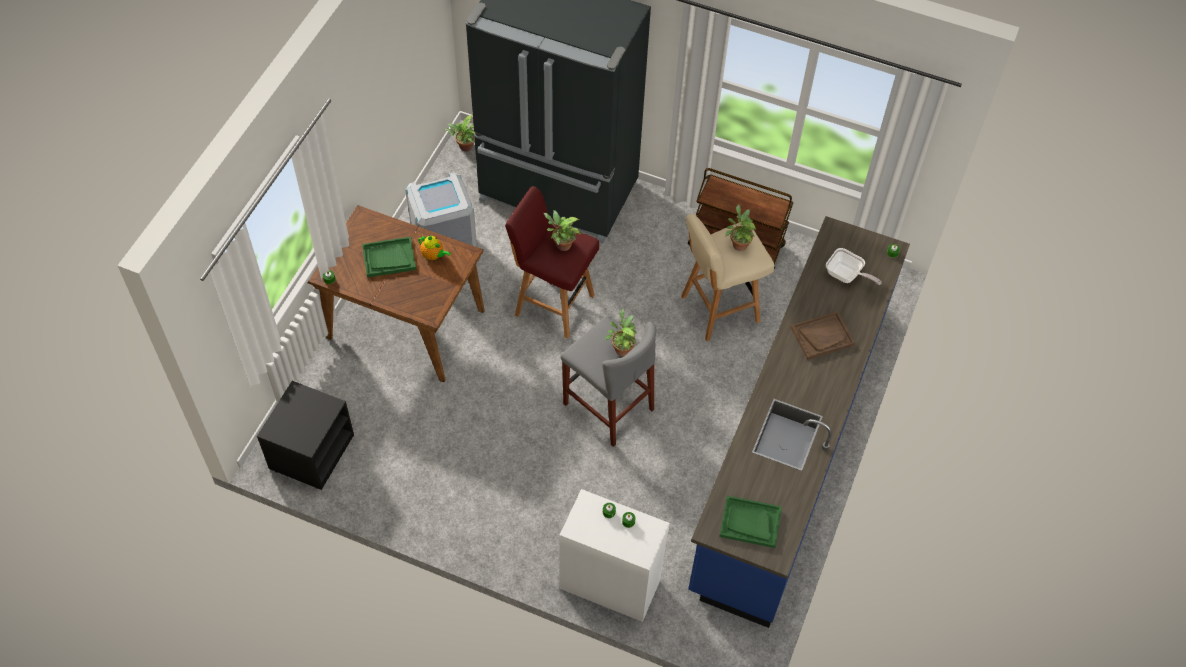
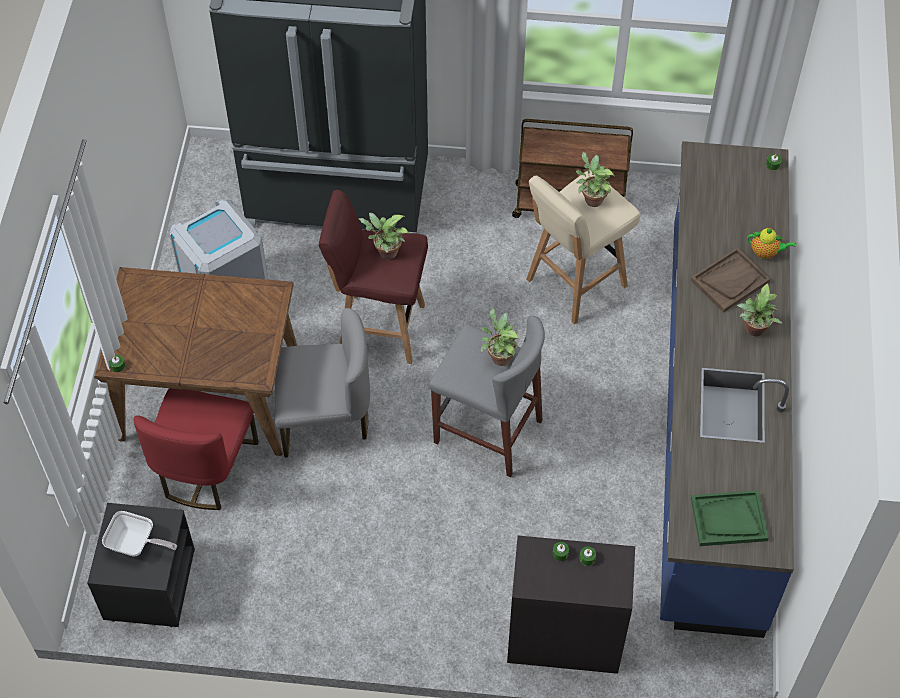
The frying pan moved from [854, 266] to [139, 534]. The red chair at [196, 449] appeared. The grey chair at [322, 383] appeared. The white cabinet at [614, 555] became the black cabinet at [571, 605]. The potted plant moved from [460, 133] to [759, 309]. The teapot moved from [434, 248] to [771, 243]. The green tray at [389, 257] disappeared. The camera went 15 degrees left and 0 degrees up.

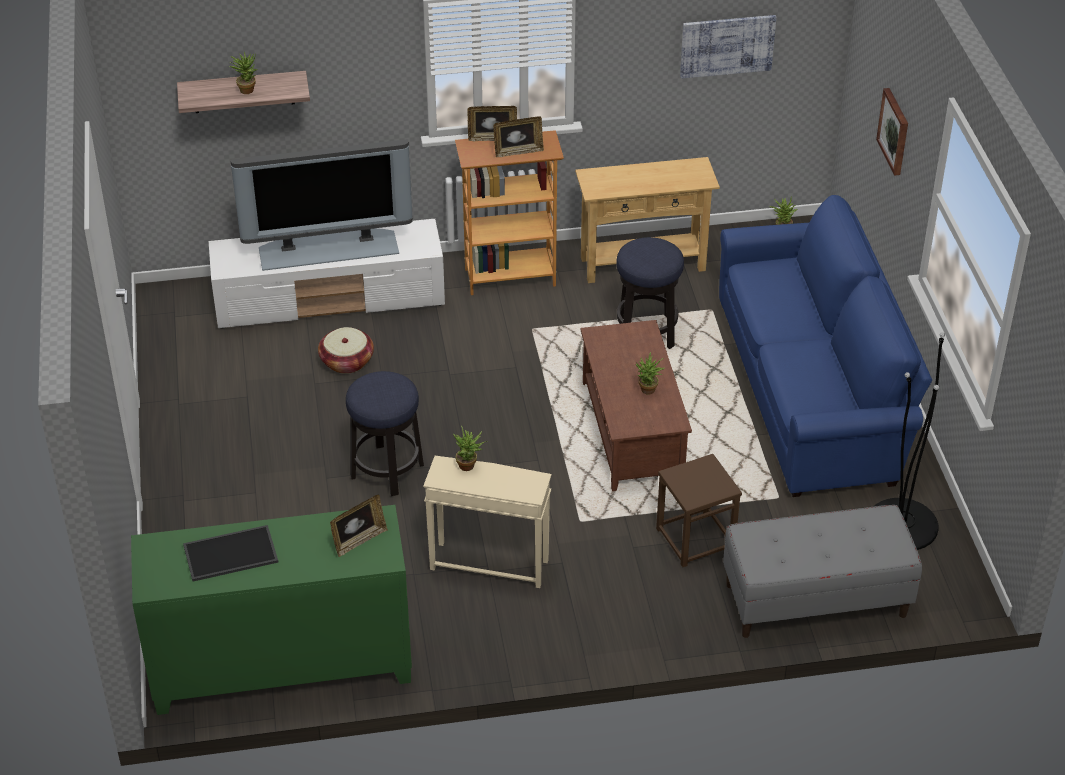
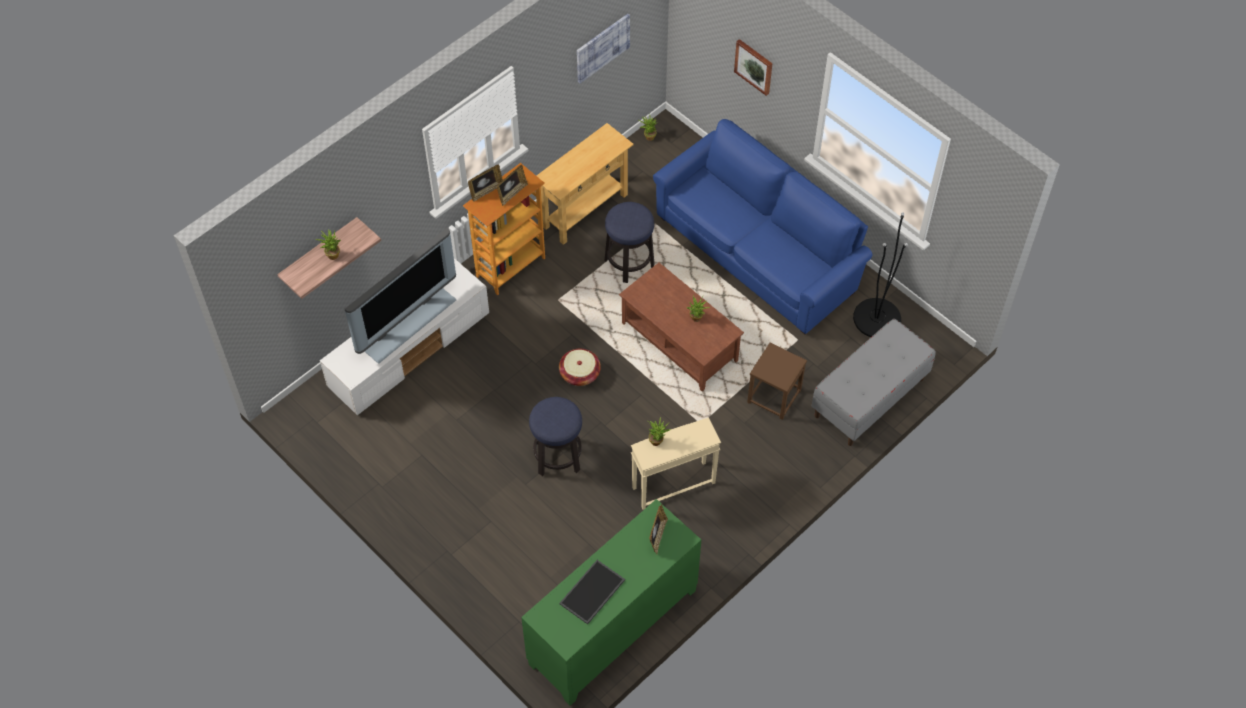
The basket moved from [346, 350] to [580, 367]. The camera went 35 degrees left and 15 degrees up.

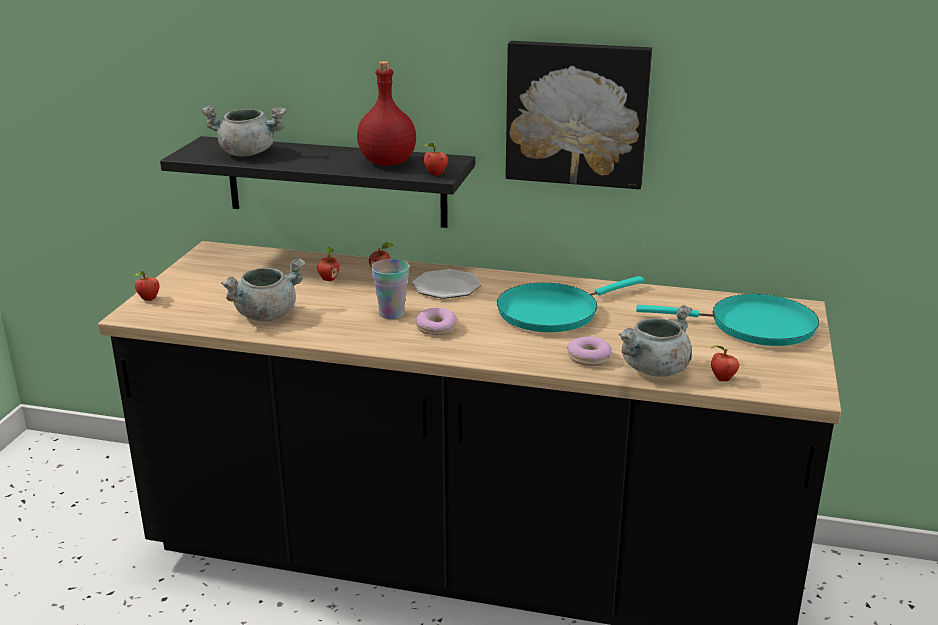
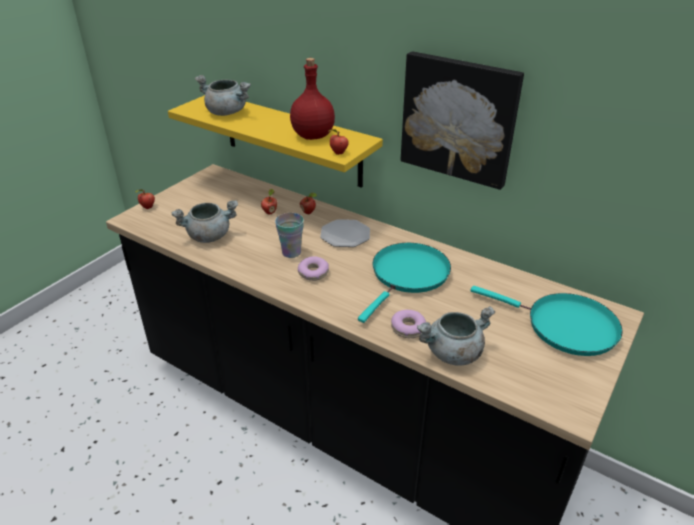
The black shelf at [317, 182] became the yellow shelf at [275, 141]. The turquoise frying pan at [570, 304] turned 135 degrees clockwise. The apple at [725, 363] disappeared. The camera went 20 degrees right and 10 degrees up.

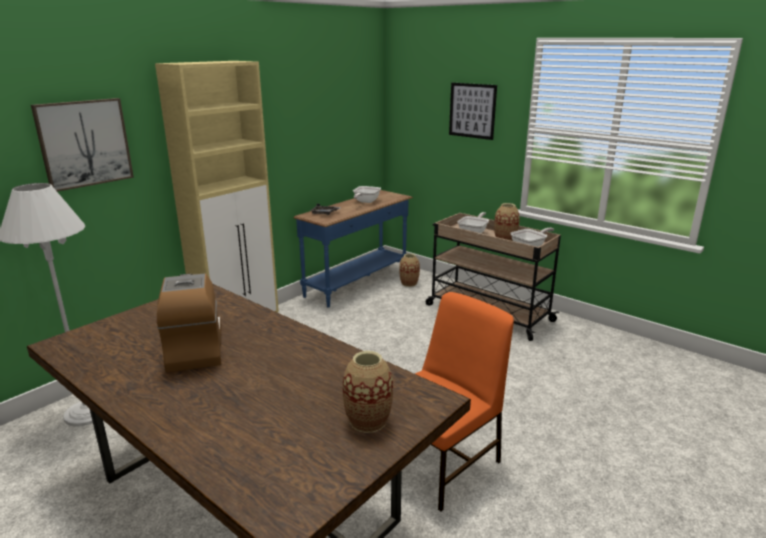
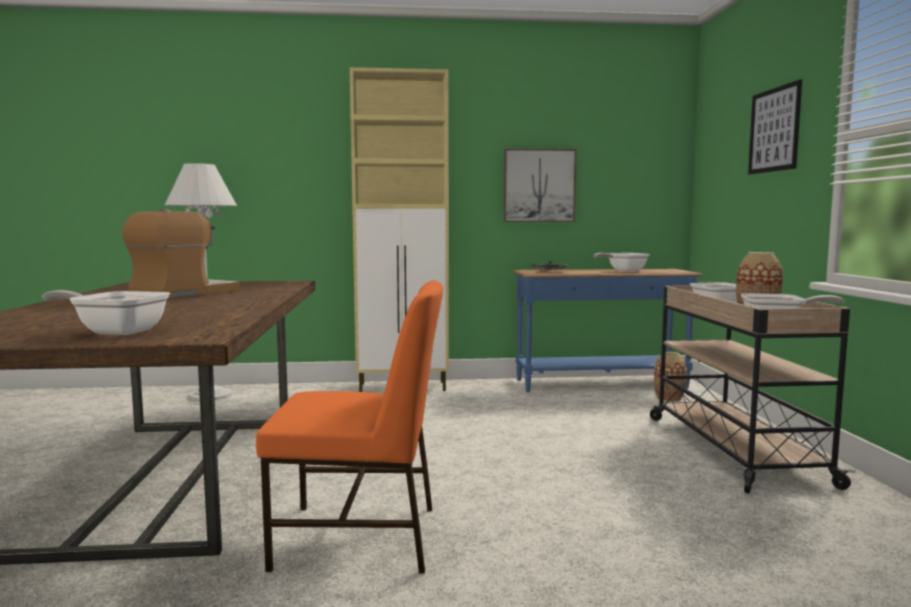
The vase at [368, 392] was replaced by the frying pan at [106, 312]. The picture moved from [82, 145] to [540, 185]. The camera went 45 degrees right and 15 degrees down.

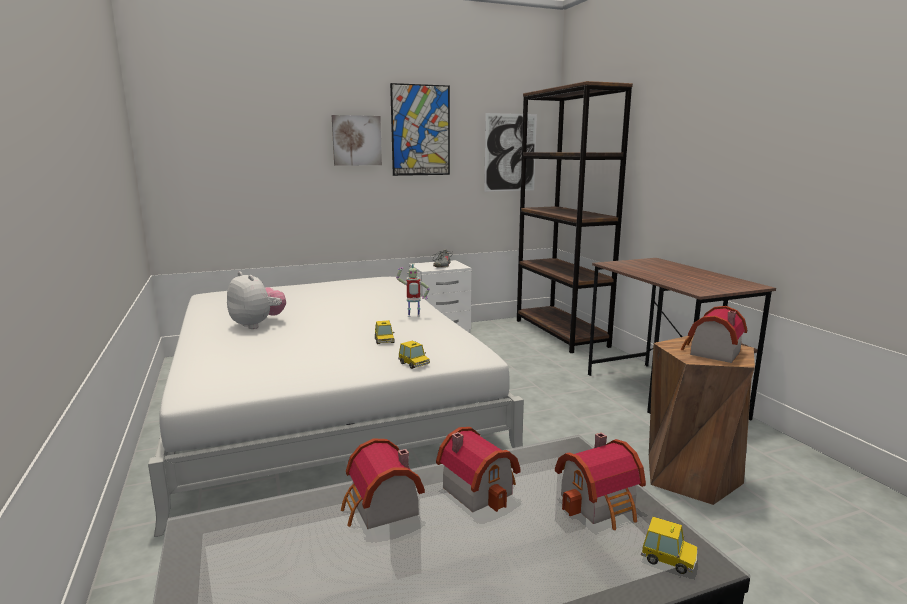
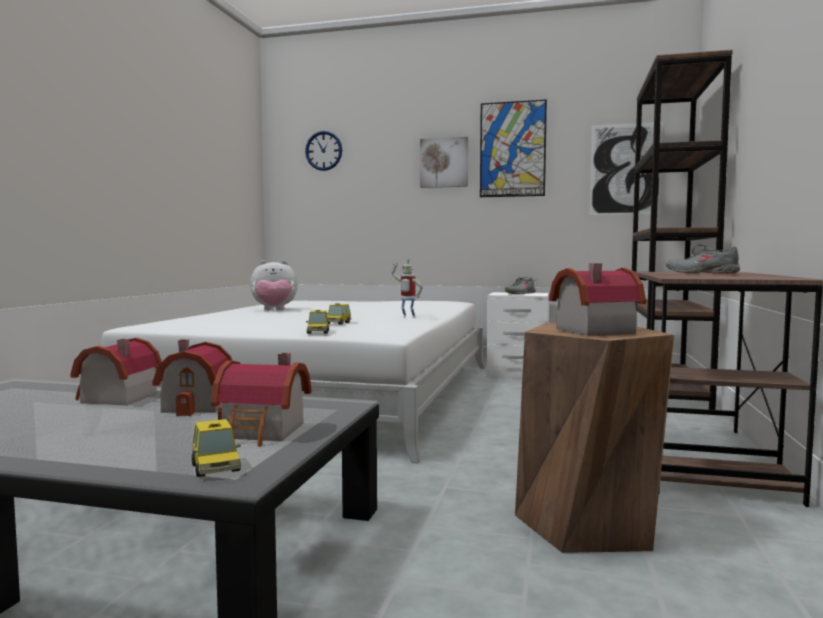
The plush toy at [256, 300] turned 90 degrees clockwise. The wall clock at [323, 151] appeared. The grey shoe at [703, 259] appeared. The camera went 35 degrees right and 10 degrees down.

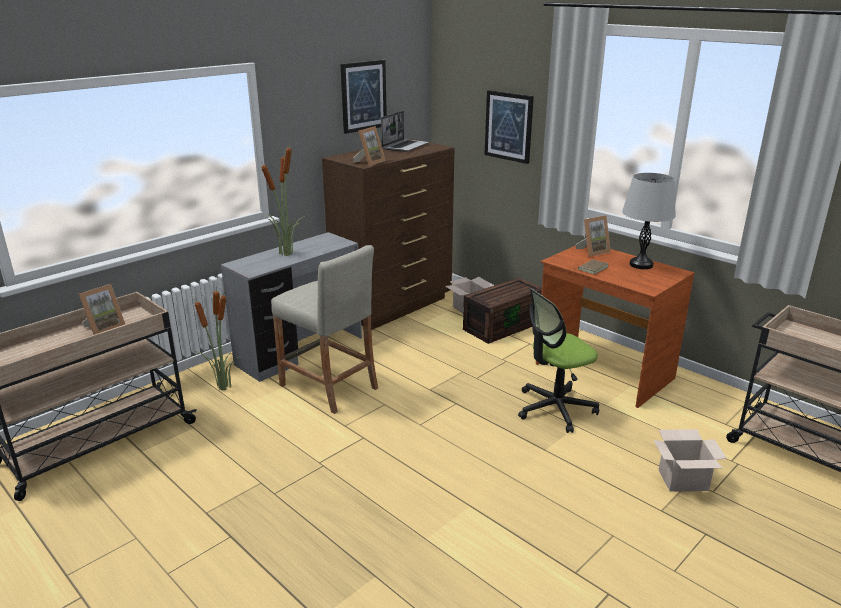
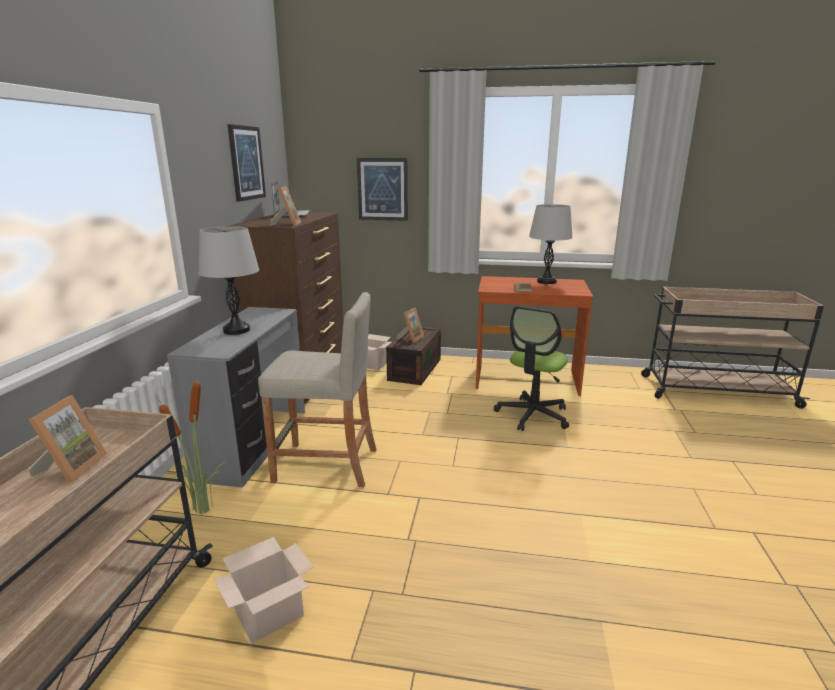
The potted plant at [283, 200] was replaced by the grey table lamp at [228, 280]. The cardboard box moved from [690, 460] to [263, 590]. The picture frame moved from [593, 236] to [410, 325]. The camera went 35 degrees left and 5 degrees down.

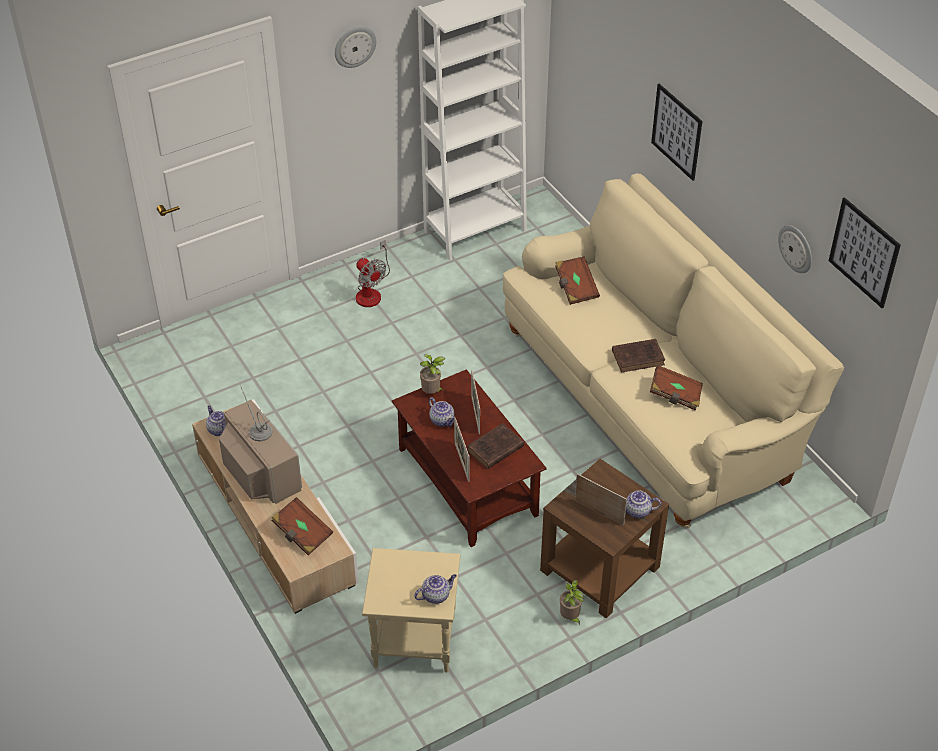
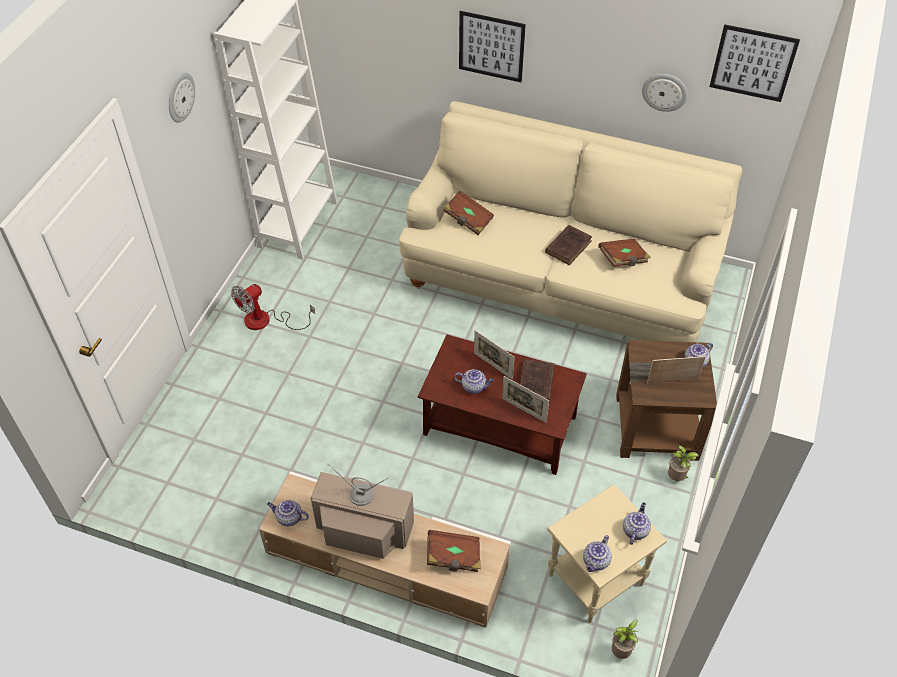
The fan at [373, 273] turned 120 degrees clockwise. The teapot at [597, 553] appeared. The potted plant moved from [432, 374] to [625, 639]. The camera went 40 degrees left and 5 degrees up.

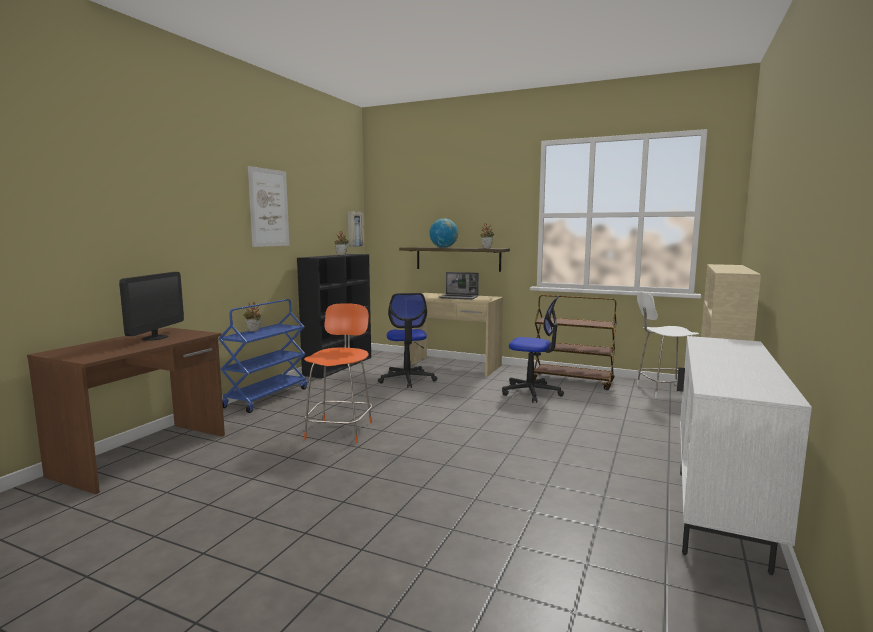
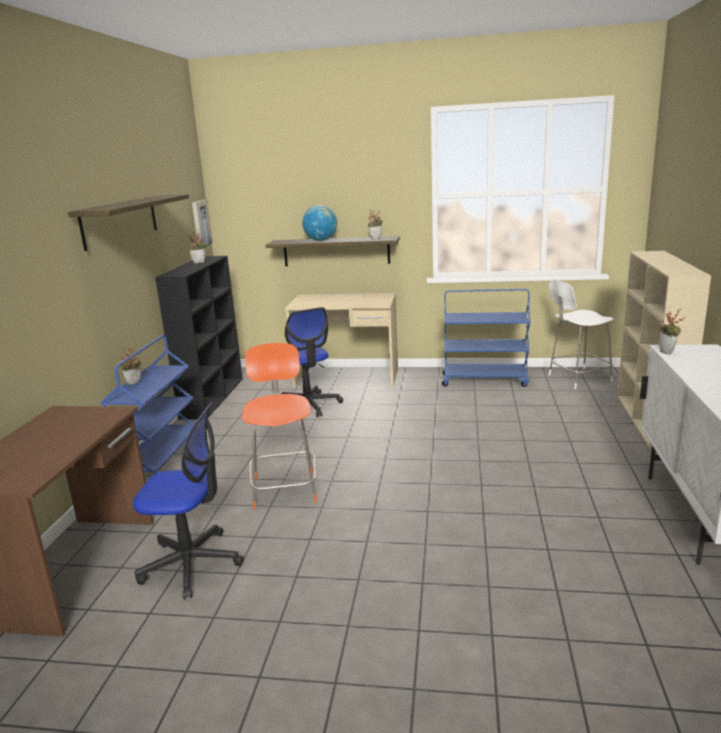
The picture at [268, 206] was replaced by the shelf at [128, 222]. The office chair moved from [533, 349] to [188, 500]. The brown cart at [575, 342] became the blue cart at [486, 338]. The potted plant at [671, 332] appeared. The monitor at [151, 306] disappeared. The laptop at [459, 286] disappeared. The camera went 15 degrees left and 10 degrees up.

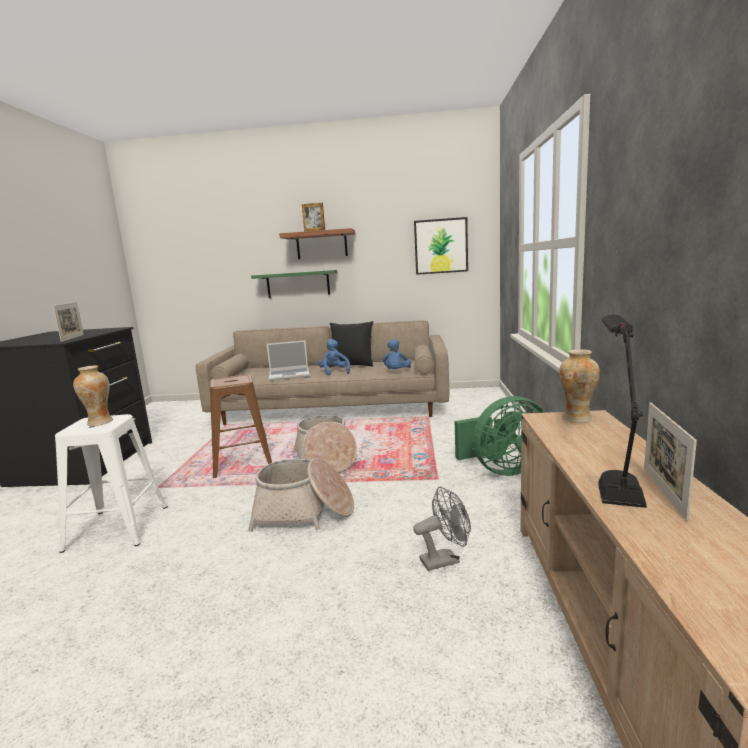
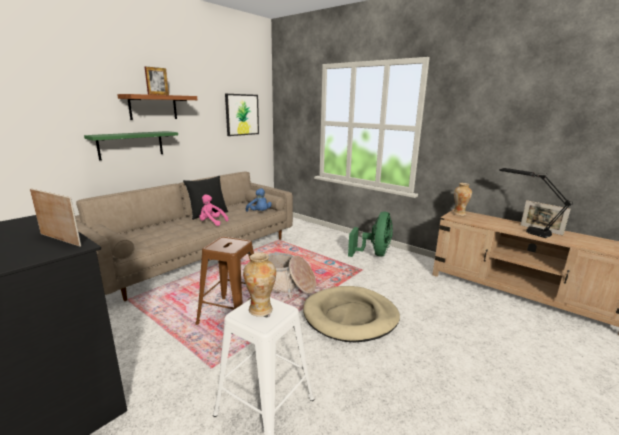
The blue plush toy at [334, 357] became the pink plush toy at [214, 210]. The basket at [301, 495] was replaced by the beige dog bed at [351, 314]. The laptop at [288, 360] disappeared. The grey fan at [442, 529] disappeared. The camera went 55 degrees left and 5 degrees up.

